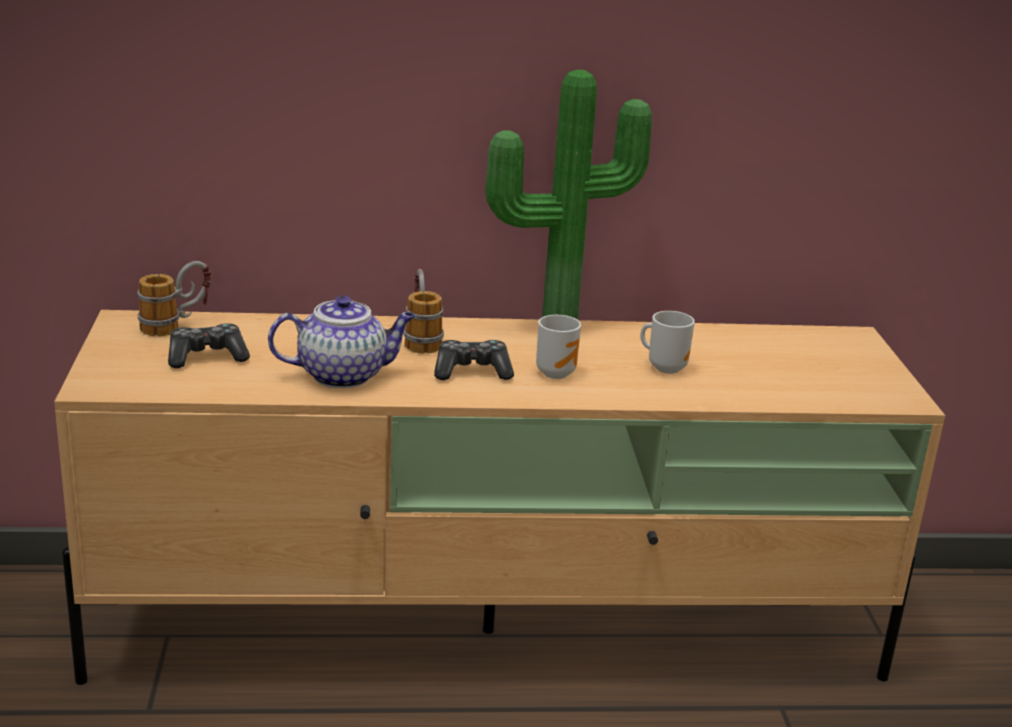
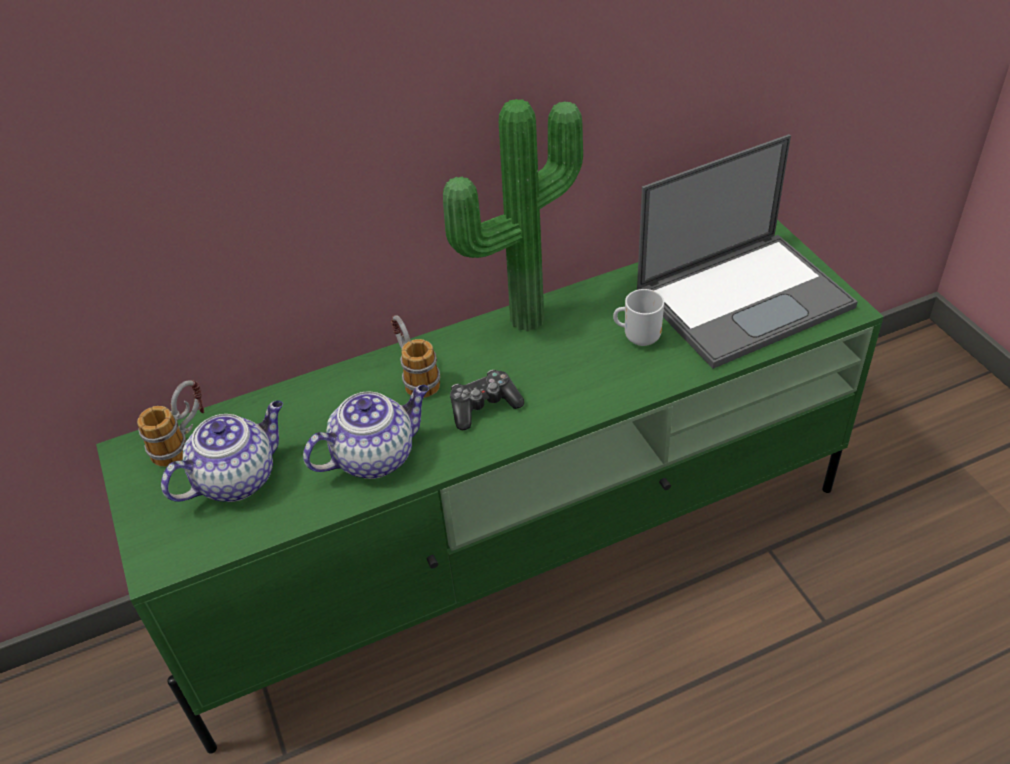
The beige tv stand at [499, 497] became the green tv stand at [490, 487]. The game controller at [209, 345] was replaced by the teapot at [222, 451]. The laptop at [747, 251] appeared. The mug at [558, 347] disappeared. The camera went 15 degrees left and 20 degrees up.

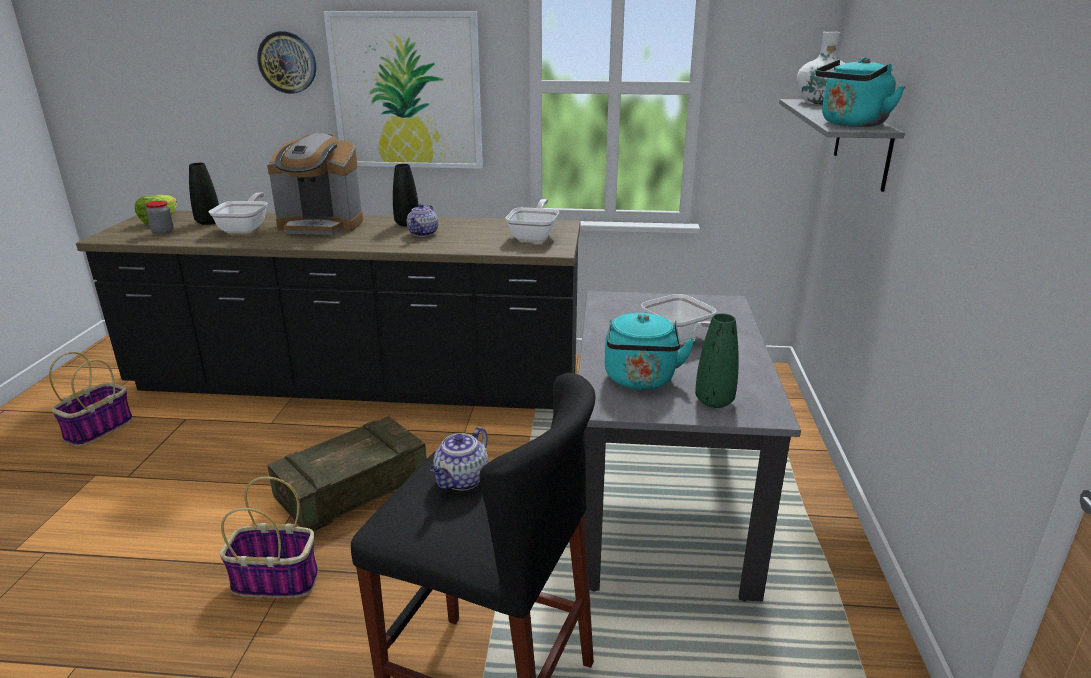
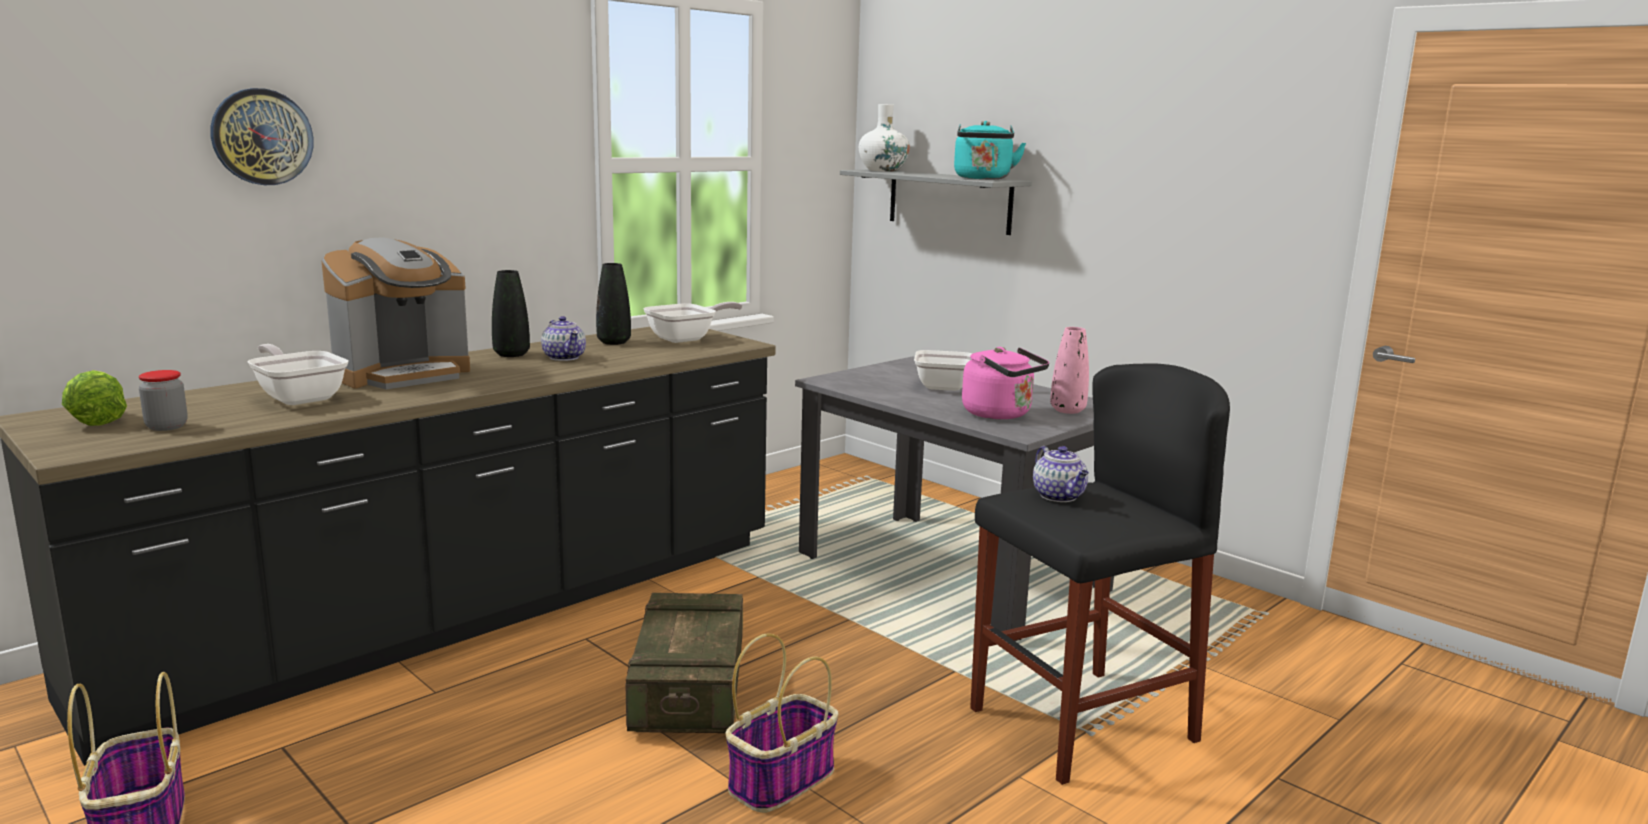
The black vase moved from [204, 194] to [613, 304]. The frying pan at [532, 220] turned 90 degrees clockwise. The turquoise kettle at [650, 351] became the pink kettle at [1005, 383]. The green vase at [717, 360] became the pink vase at [1069, 370]. The picture at [403, 90] disappeared. The camera went 50 degrees left and 10 degrees down.

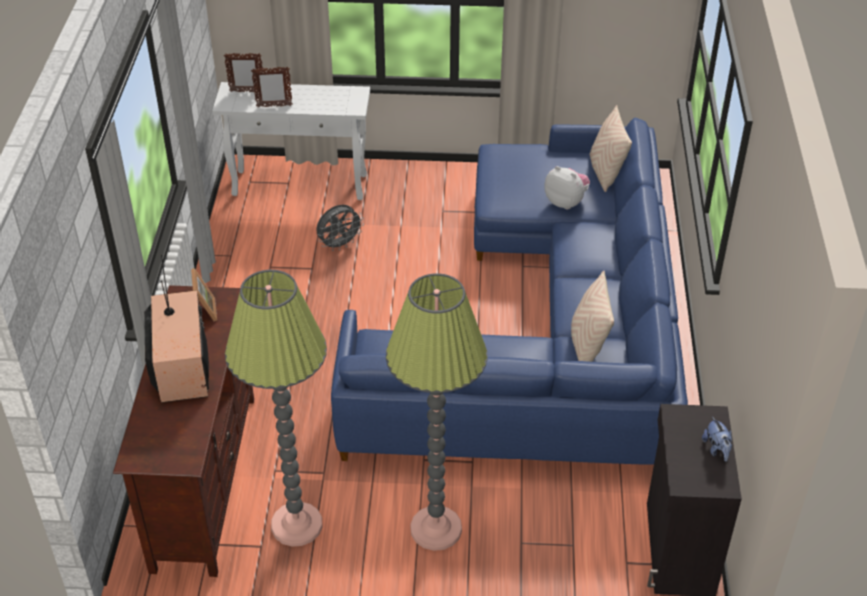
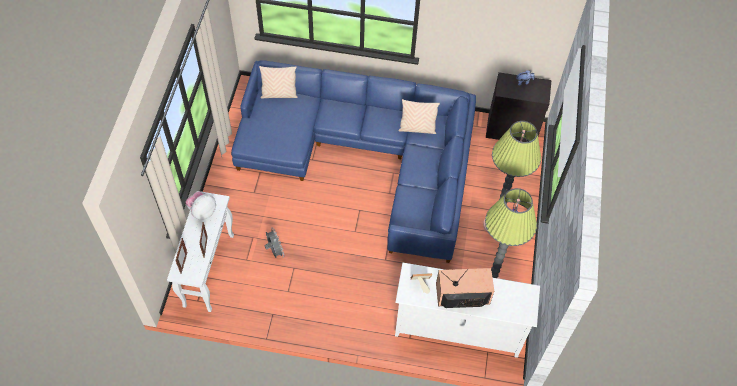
The plush toy moved from [567, 187] to [200, 205]. The brown tv stand at [183, 431] became the white tv stand at [467, 310]. The camera went 85 degrees left and 15 degrees up.

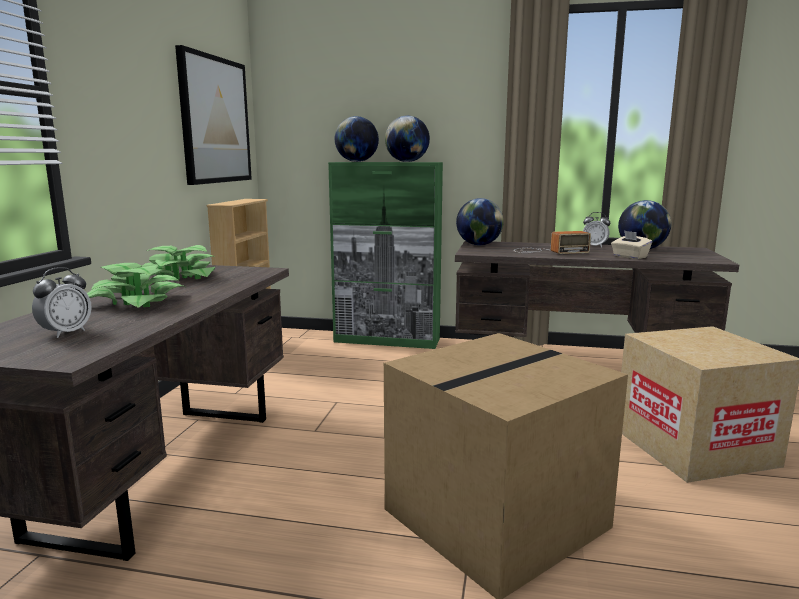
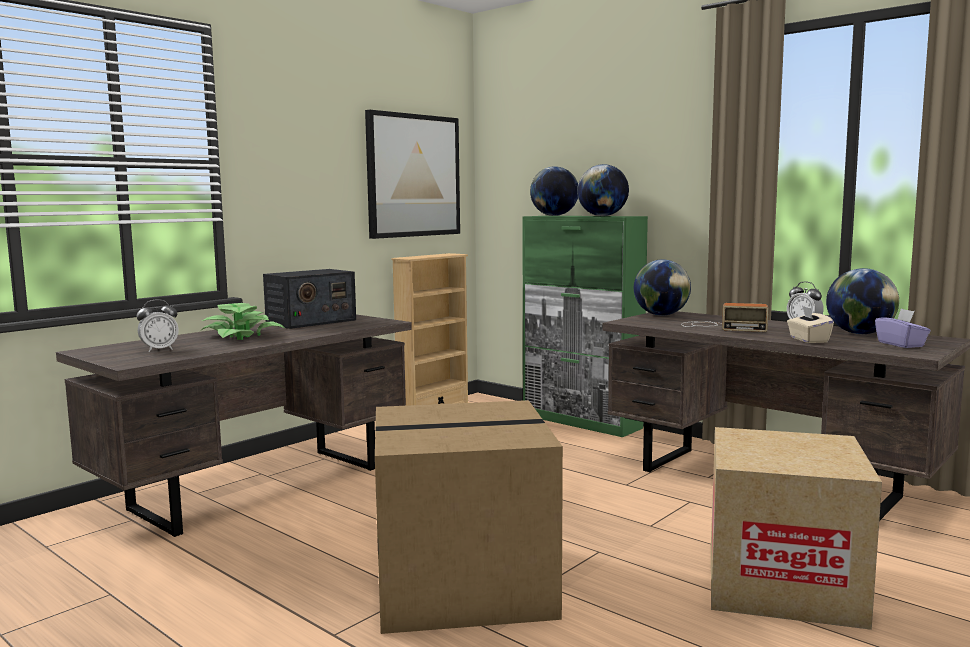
The potted plant at [179, 262] was replaced by the radio at [309, 299]. The purple tissue box at [903, 328] appeared. The camera went 30 degrees right and 5 degrees down.

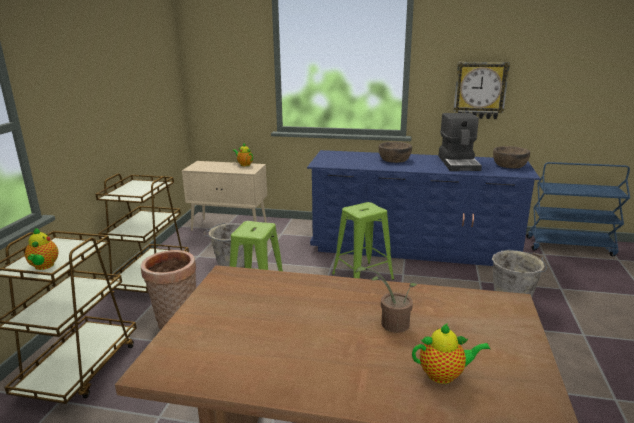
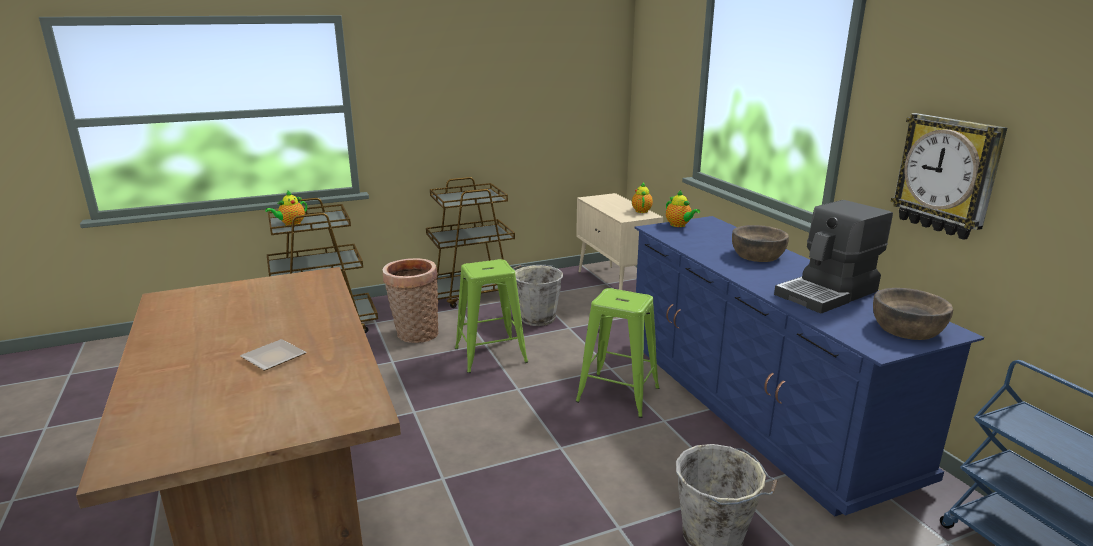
The potted plant at [386, 299] was replaced by the plate at [273, 355]. The teapot moved from [451, 353] to [683, 208]. The camera went 55 degrees right and 0 degrees up.

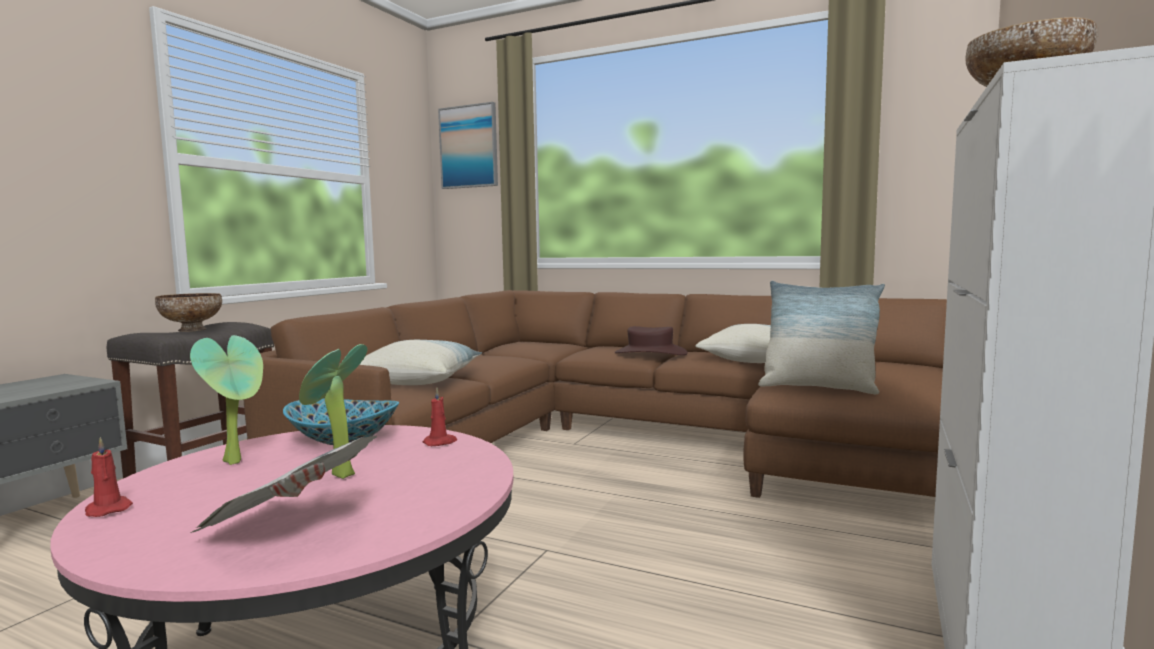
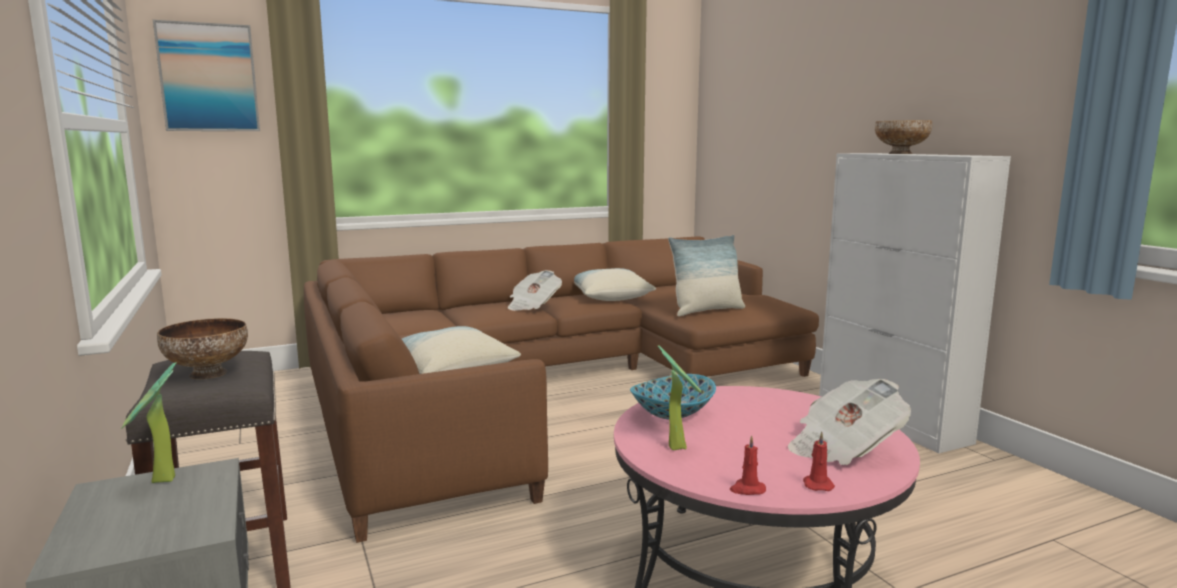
The potted plant moved from [333, 411] to [148, 422]. The brown hat at [651, 340] was replaced by the newspaper at [535, 290]. The red candle moved from [440, 416] to [819, 461]. The camera went 50 degrees left and 5 degrees up.

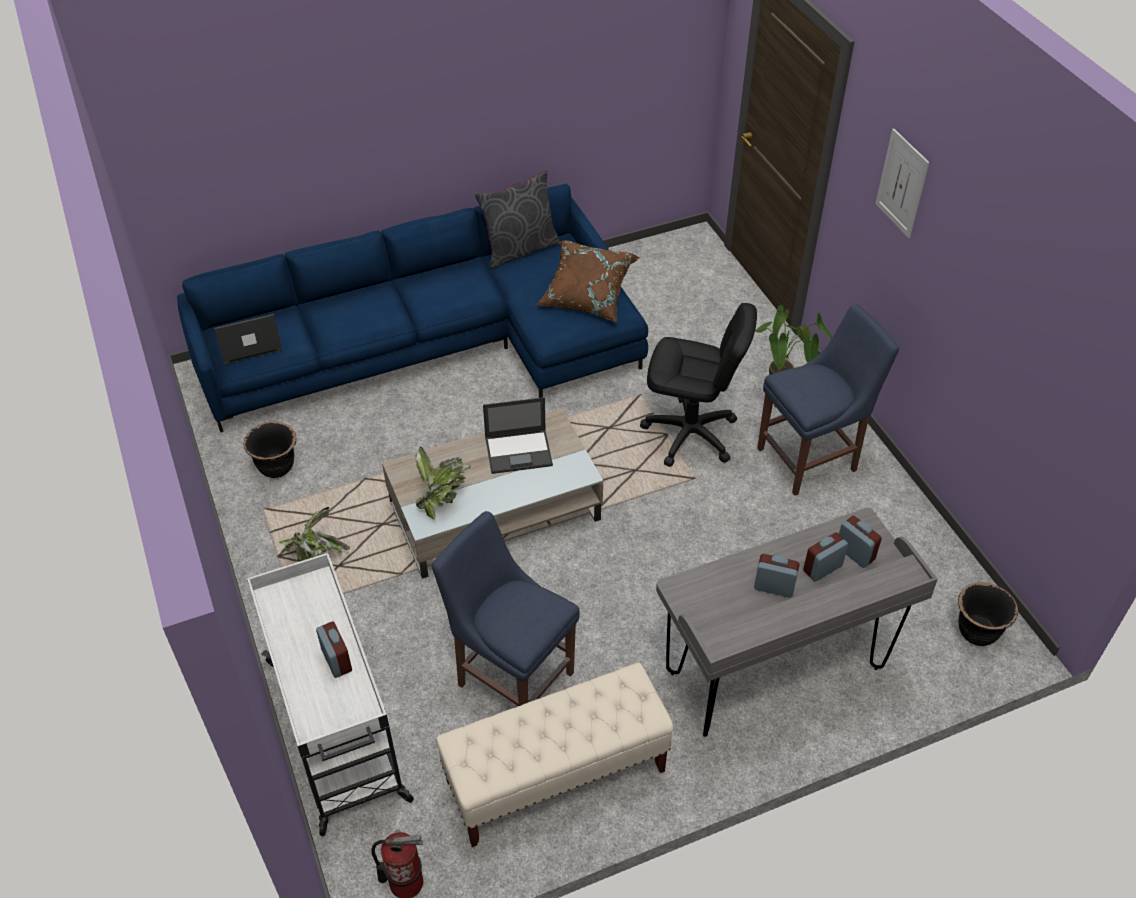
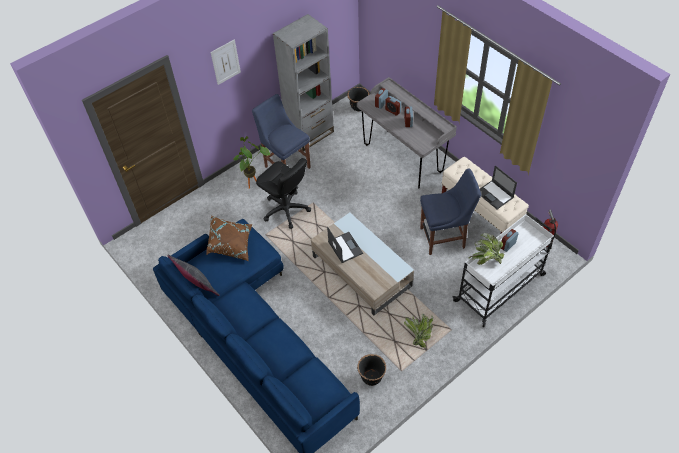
The black office chair at [698, 385] turned 135 degrees clockwise. The grey bookcase at [303, 82] appeared. The blue chair at [506, 608] turned 120 degrees counterclockwise. The potted plant moved from [443, 483] to [486, 249]. The laptop moved from [248, 339] to [498, 187]. The camera went 105 degrees left and 5 degrees up.

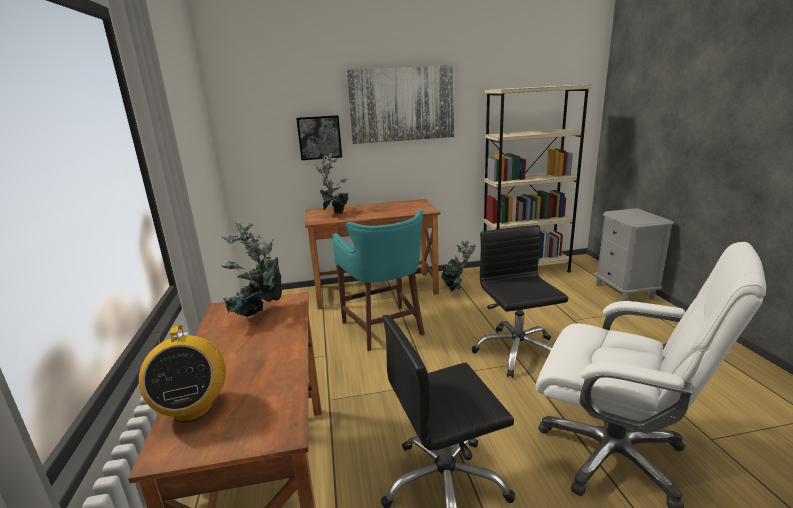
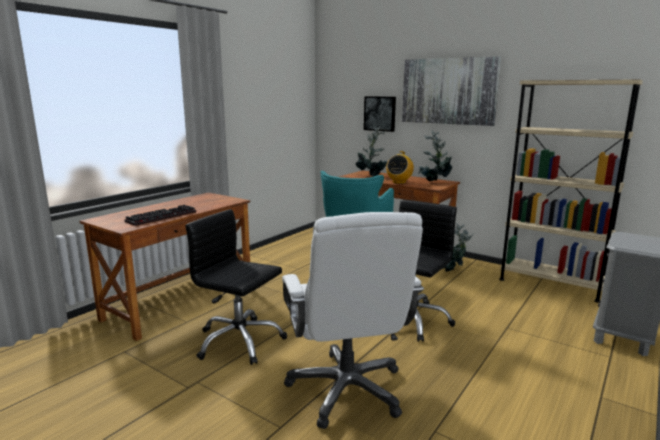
The keyboard at [160, 215] appeared. The radio moved from [182, 373] to [400, 167]. The potted plant moved from [251, 269] to [435, 156]. The camera went 45 degrees right and 5 degrees down.

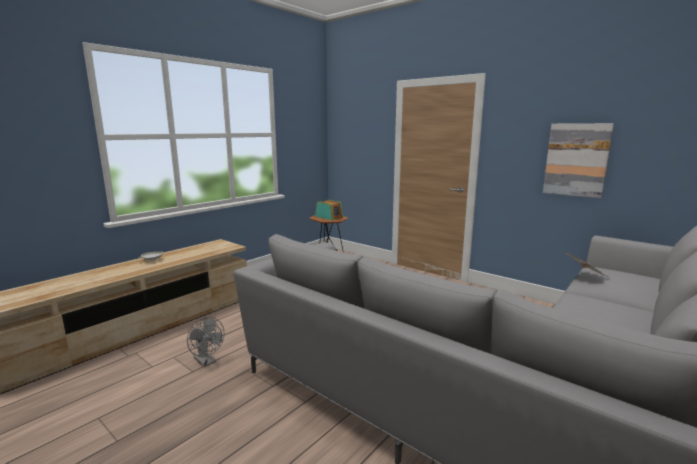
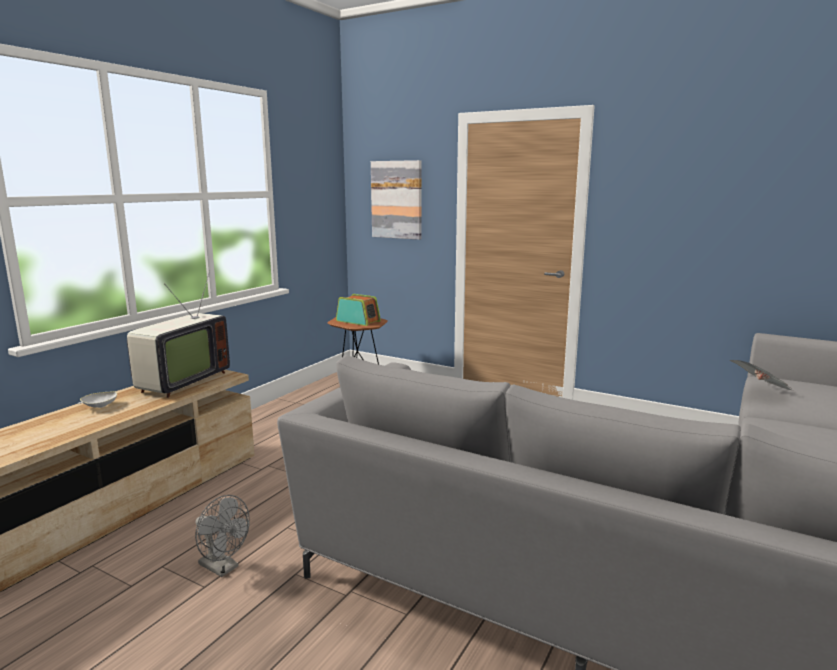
The television at [178, 334] appeared. The picture moved from [578, 160] to [396, 200]. The camera went 10 degrees left and 0 degrees up.

